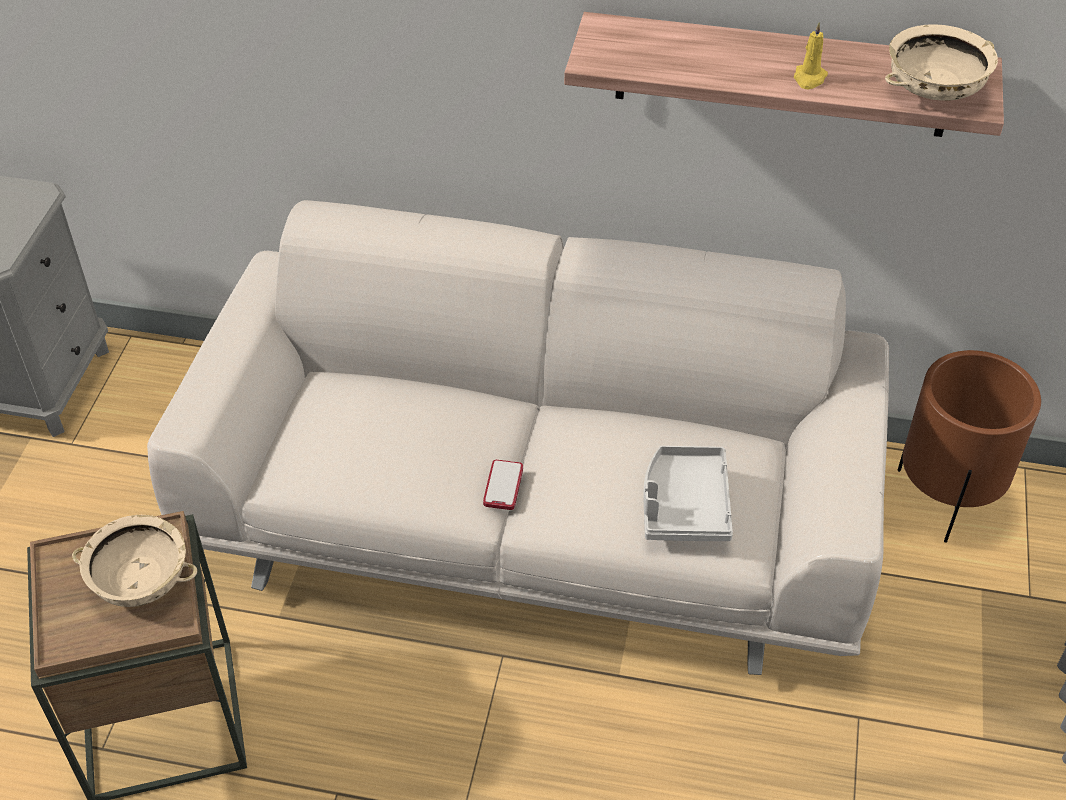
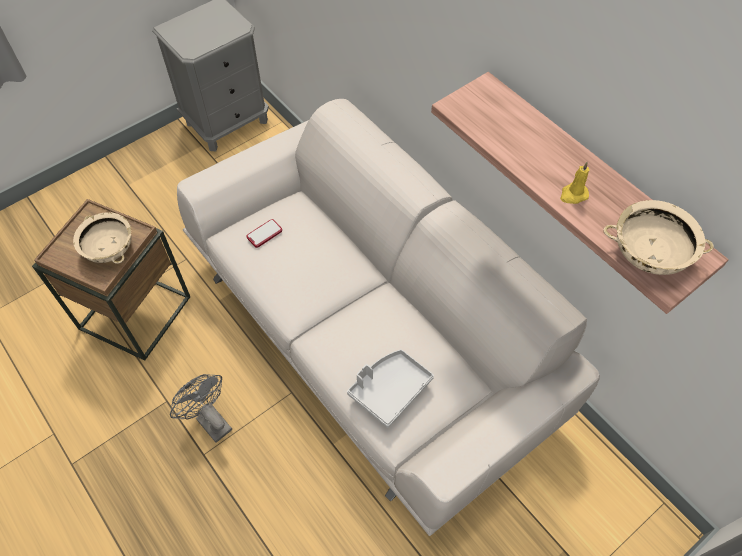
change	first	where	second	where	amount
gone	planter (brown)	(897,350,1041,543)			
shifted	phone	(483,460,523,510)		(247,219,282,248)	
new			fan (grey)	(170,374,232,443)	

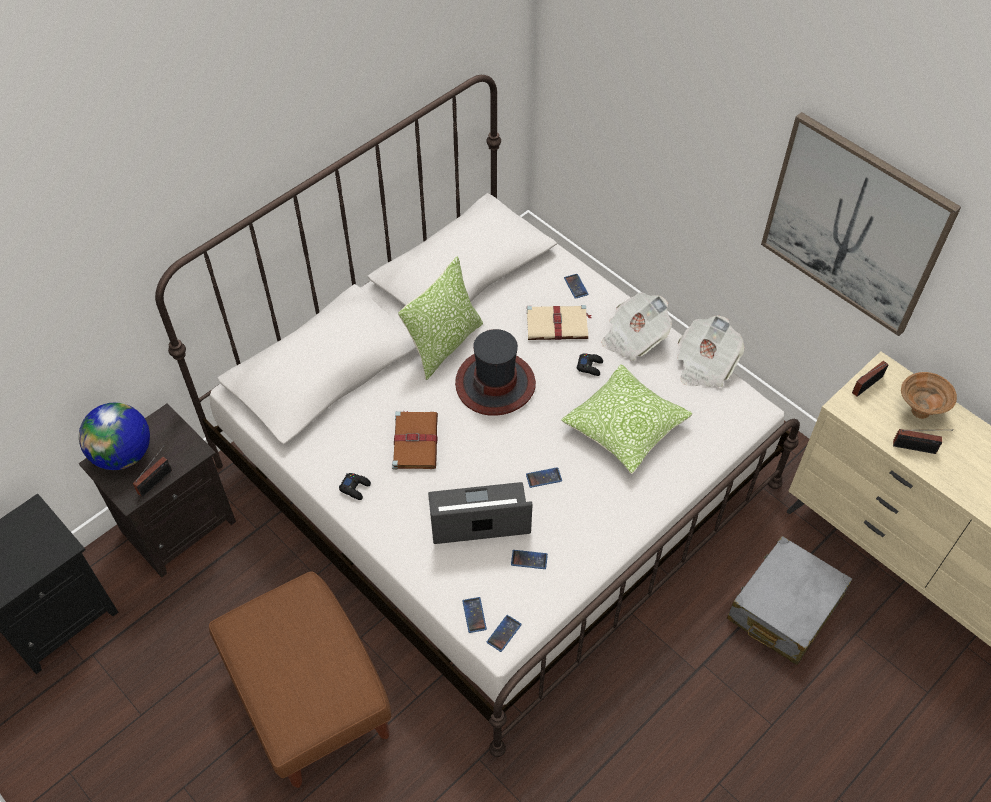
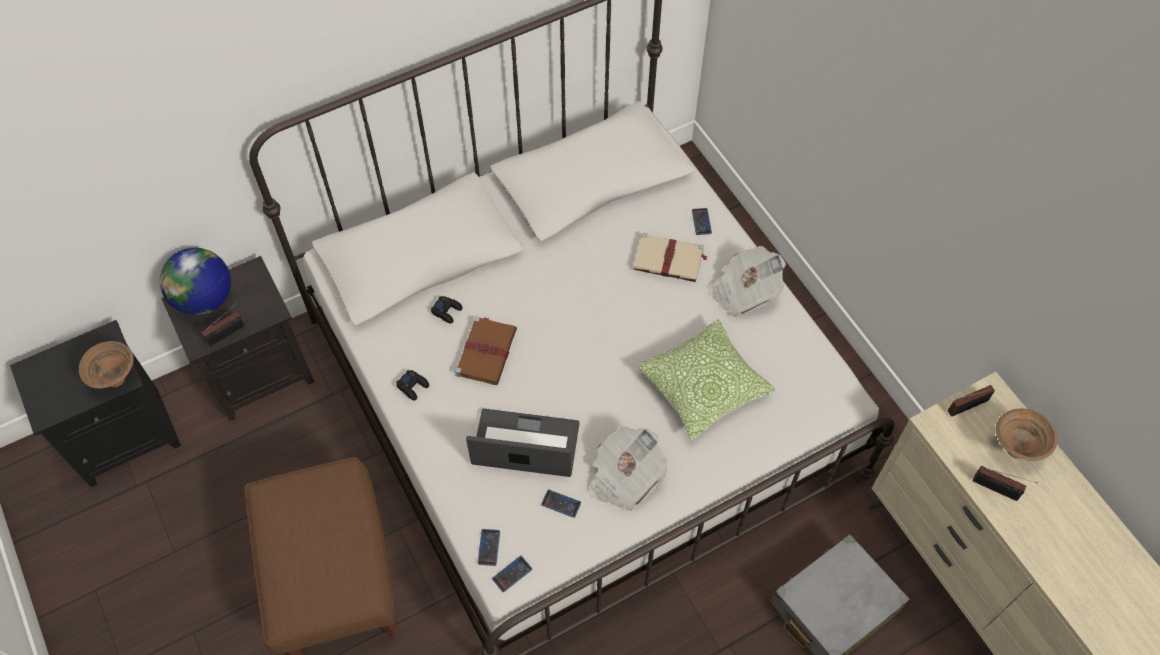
change	first	where	second	where	amount
gone	picture	(761,112,961,336)			
gone	pillow	(398,256,483,380)			
shifted	newspaper	(677,315,744,387)		(589,426,667,511)	
gone	hat	(455,329,536,416)			
shifted	game controller (black)	(576,353,603,376)		(431,296,462,323)	
gone	phone	(526,467,562,488)			
new			bowl (brown)	(79,341,134,389)	

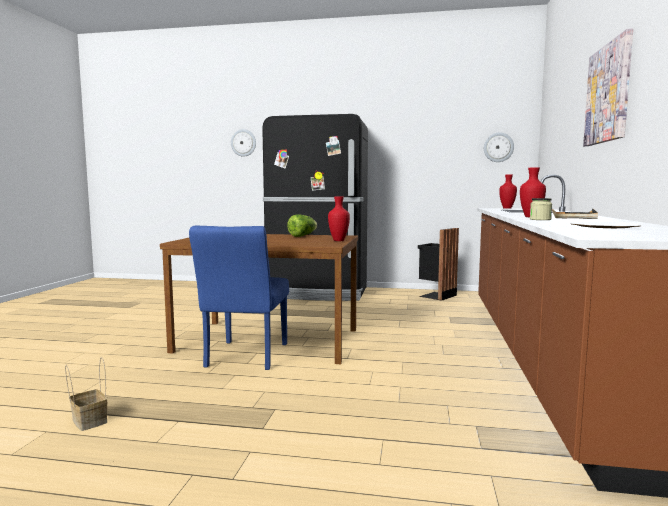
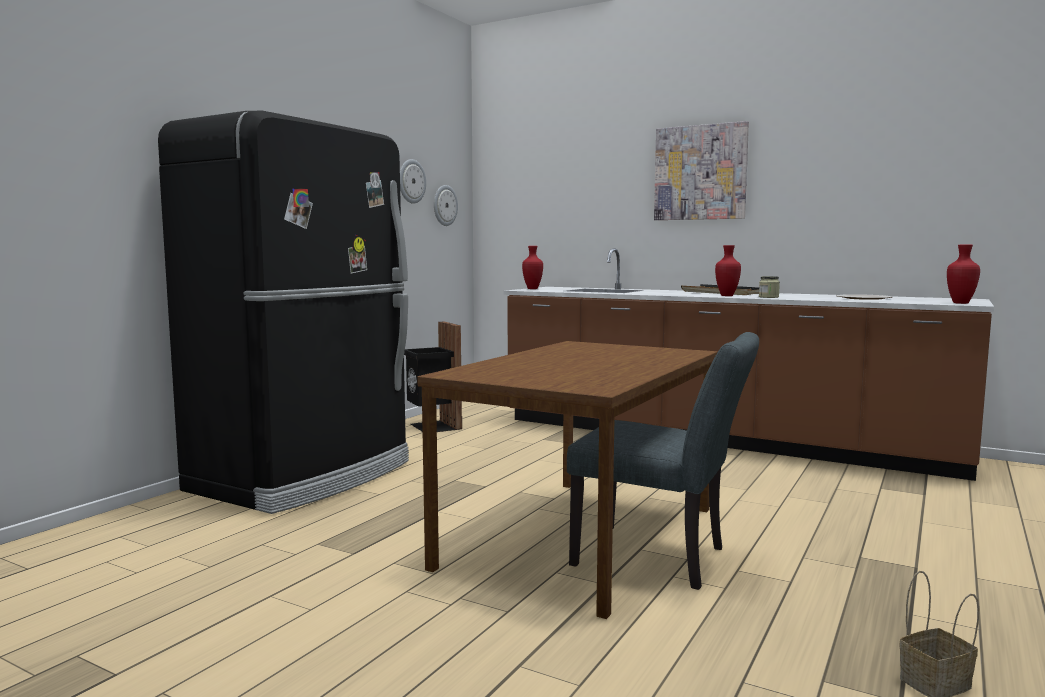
change	first	where	second	where	amount
shifted	wall clock	(231,129,256,157)		(400,159,426,204)	
shifted	vase (red)	(328,196,350,241)		(947,245,980,304)	
gone	lettuce	(287,214,317,237)			
repainted	chair (blue)	(189,226,289,370)	chair (grey)	(567,332,759,590)	

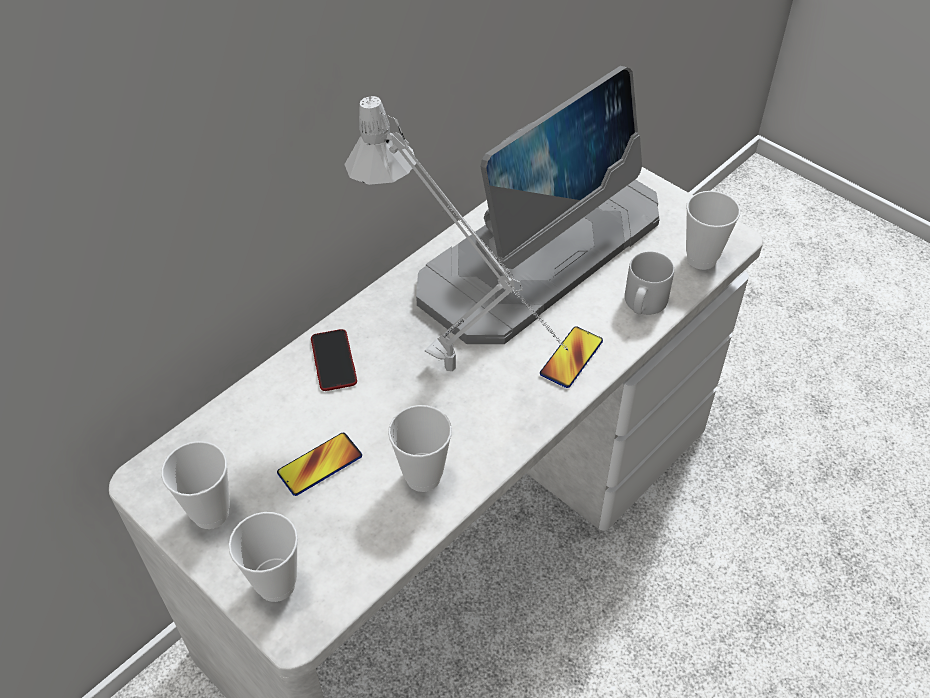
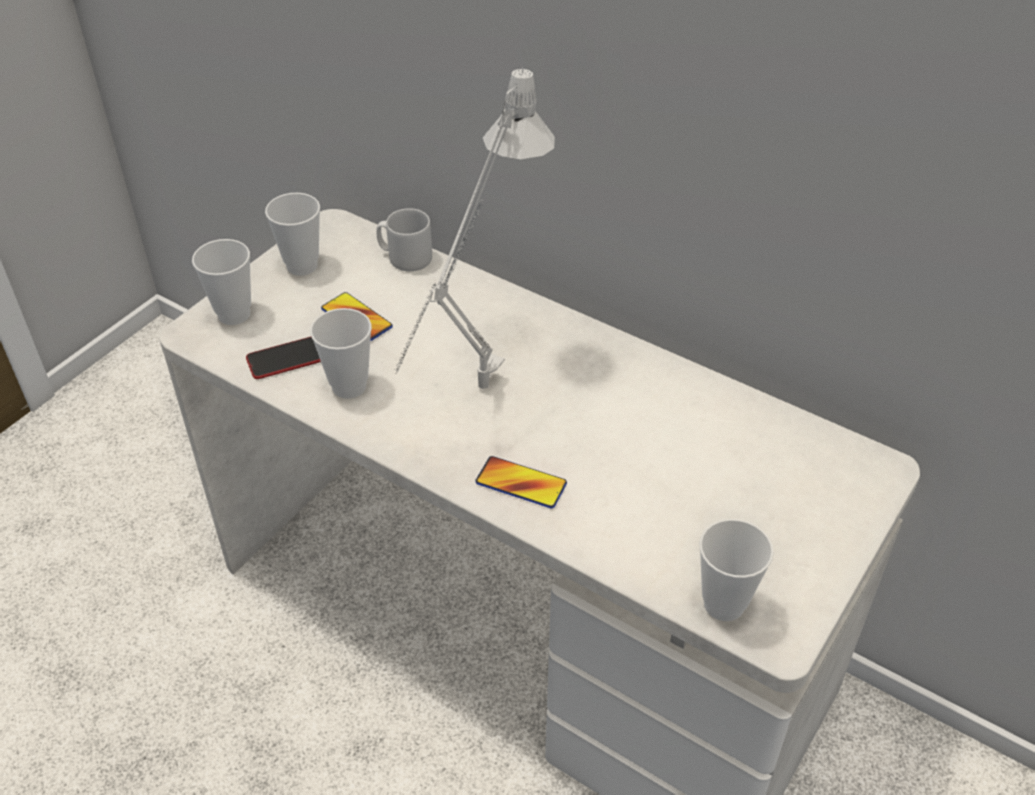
change	first	where	second	where	amount
gone	monitor	(416,66,660,344)			
shifted	mug (grey)	(625,251,674,315)		(376,208,432,271)	
shifted	phone	(311,329,357,391)		(246,337,321,379)	

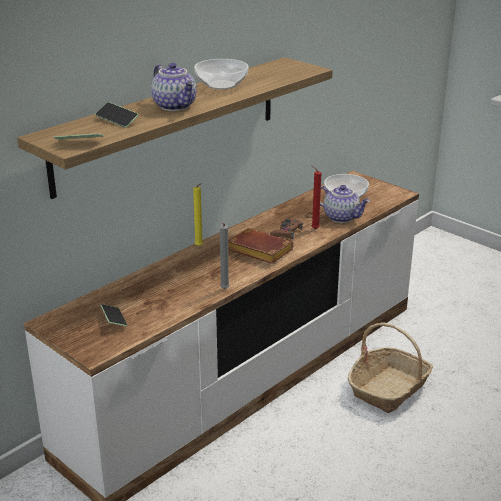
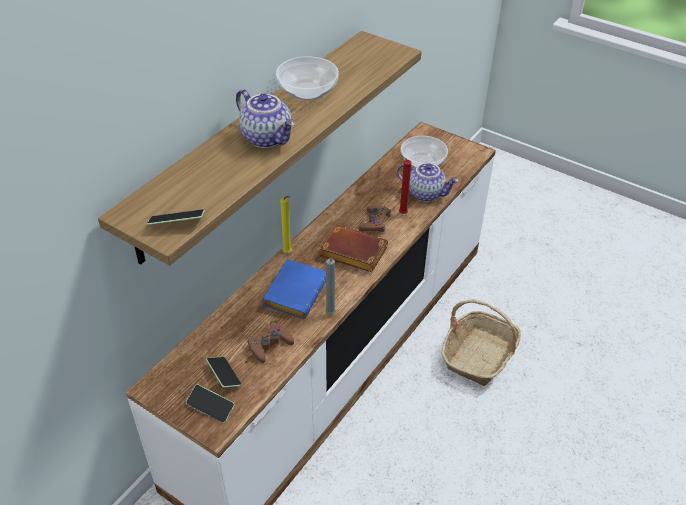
change	first	where	second	where	amount
shifted	phone	(95,102,138,128)		(186,384,235,423)	
new			book (blue)	(263,259,326,319)	
new			game controller (brown)	(247,322,294,363)	

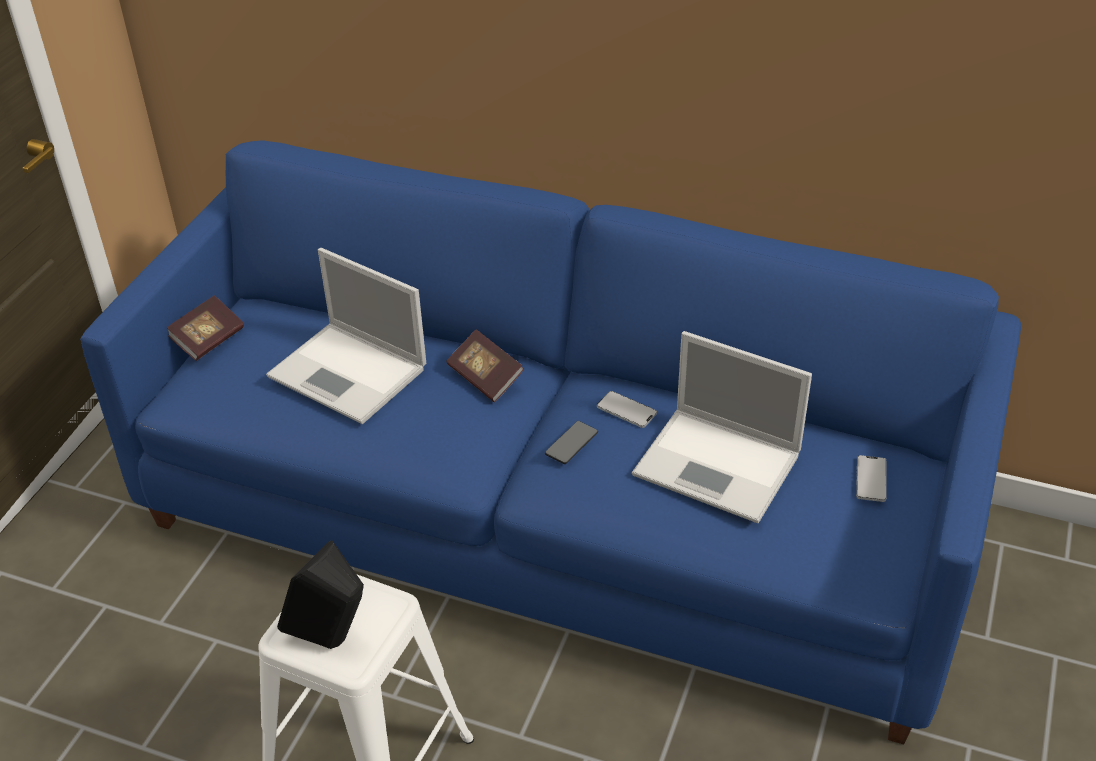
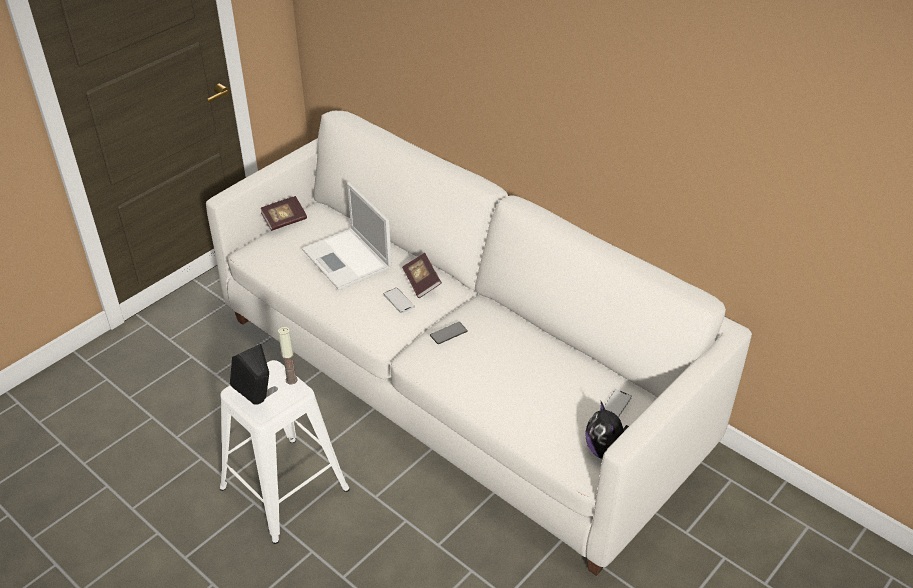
change	first	where	second	where	amount
repainted	sofa (blue)	(80,140,1021,745)	sofa (white)	(206,111,752,576)	
gone	laptop	(632,331,812,523)			
shifted	phone	(597,391,657,428)		(383,288,414,313)	
new			candle	(278,327,298,384)	
new			plush toy	(585,402,629,459)	

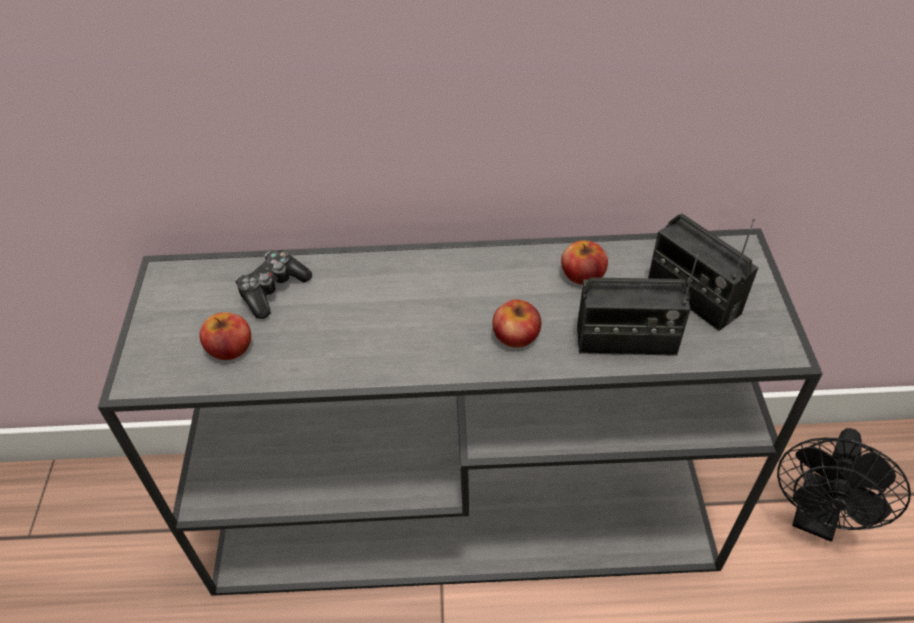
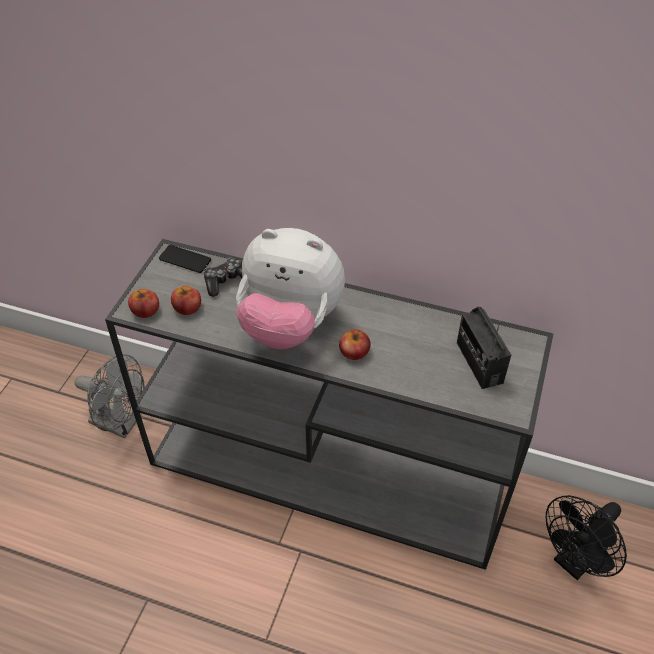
change	first	where	second	where	amount
shifted	apple	(561,240,608,285)		(128,289,159,318)	
gone	radio	(577,244,701,356)			
new			plush toy	(236,228,345,349)	
new			phone	(159,245,211,273)	
new			fan (grey)	(75,354,145,438)	

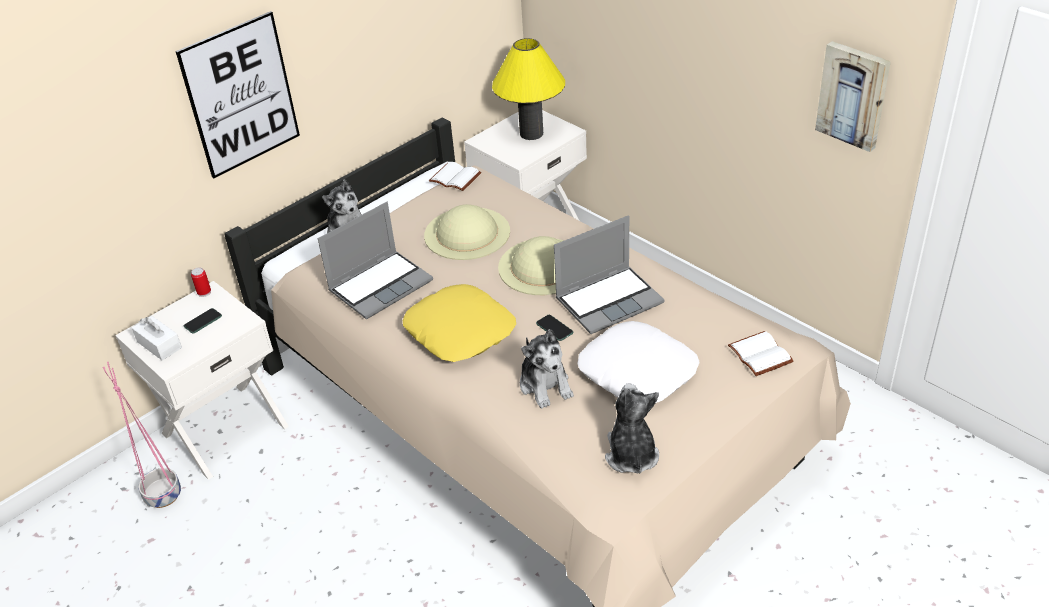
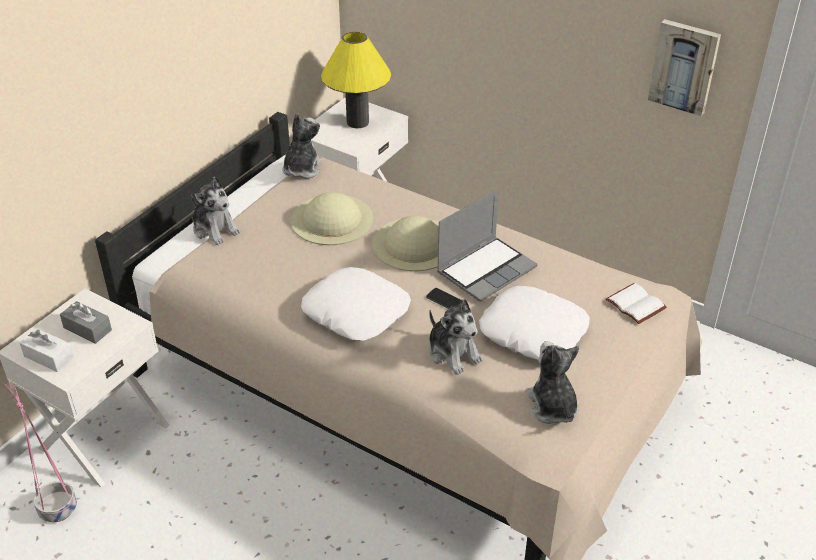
change	first	where	second	where	amount
gone	picture	(175,11,300,178)			
swapped	book (white)	(429,162,481,191)	plush toy	(282,113,322,179)	
gone	laptop	(317,202,433,319)			
gone	can	(191,267,211,297)			
repainted	pillow (yellow)	(402,284,516,362)	pillow (white)	(301,267,411,341)	
swapped	phone	(184,308,222,334)	tissue box (grey)	(60,301,112,344)	

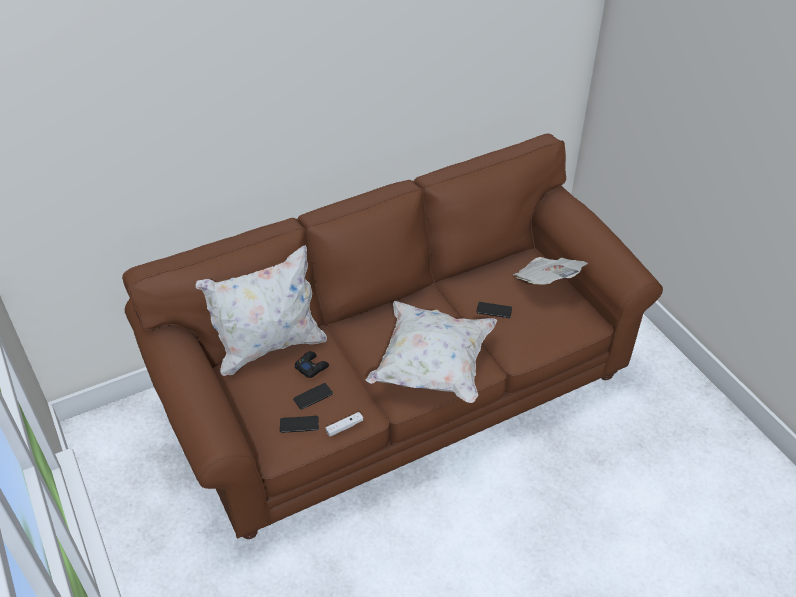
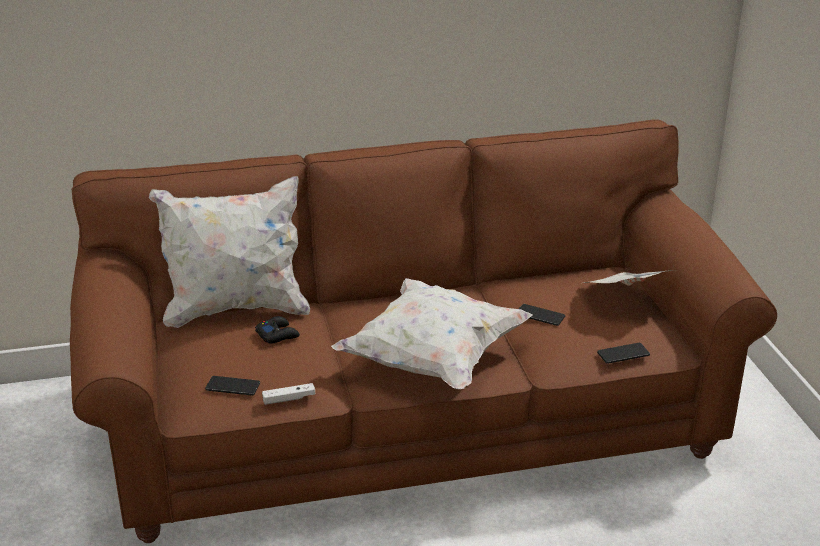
change	first	where	second	where	amount
shifted	phone	(293,383,333,410)		(597,343,650,364)	

